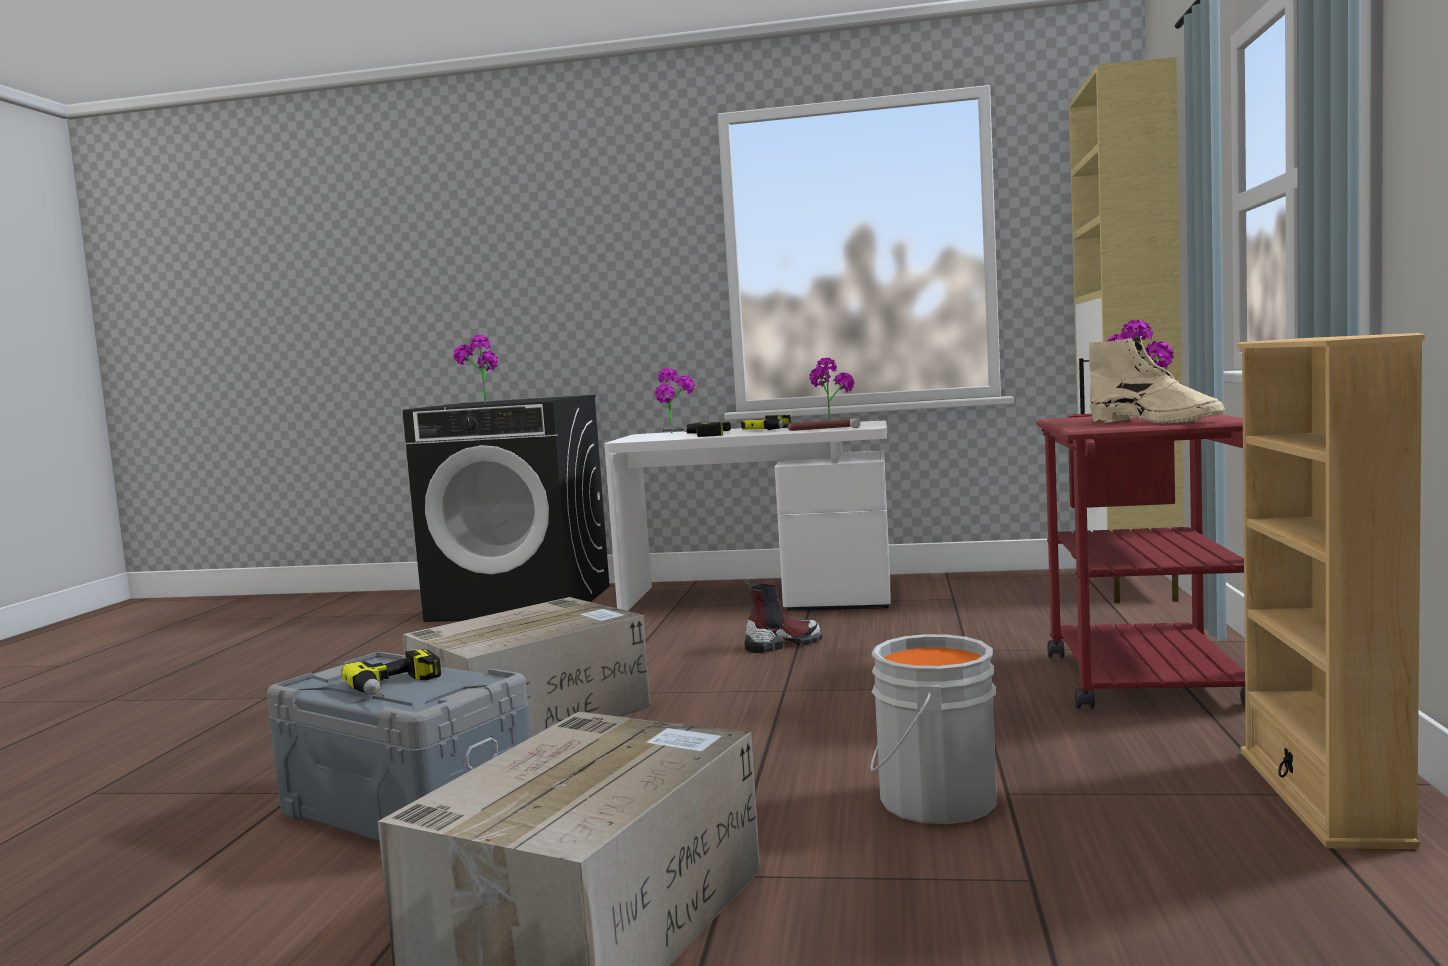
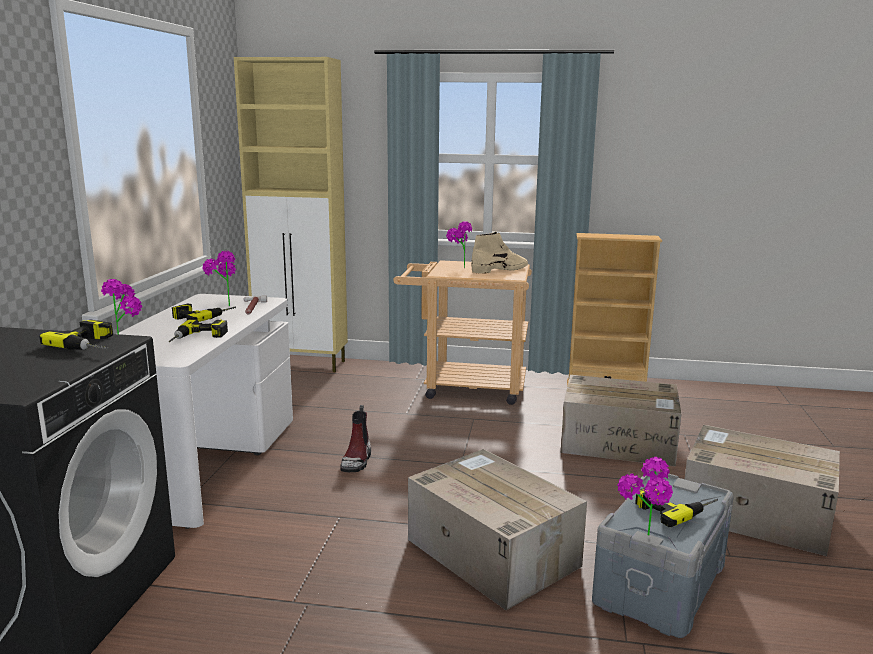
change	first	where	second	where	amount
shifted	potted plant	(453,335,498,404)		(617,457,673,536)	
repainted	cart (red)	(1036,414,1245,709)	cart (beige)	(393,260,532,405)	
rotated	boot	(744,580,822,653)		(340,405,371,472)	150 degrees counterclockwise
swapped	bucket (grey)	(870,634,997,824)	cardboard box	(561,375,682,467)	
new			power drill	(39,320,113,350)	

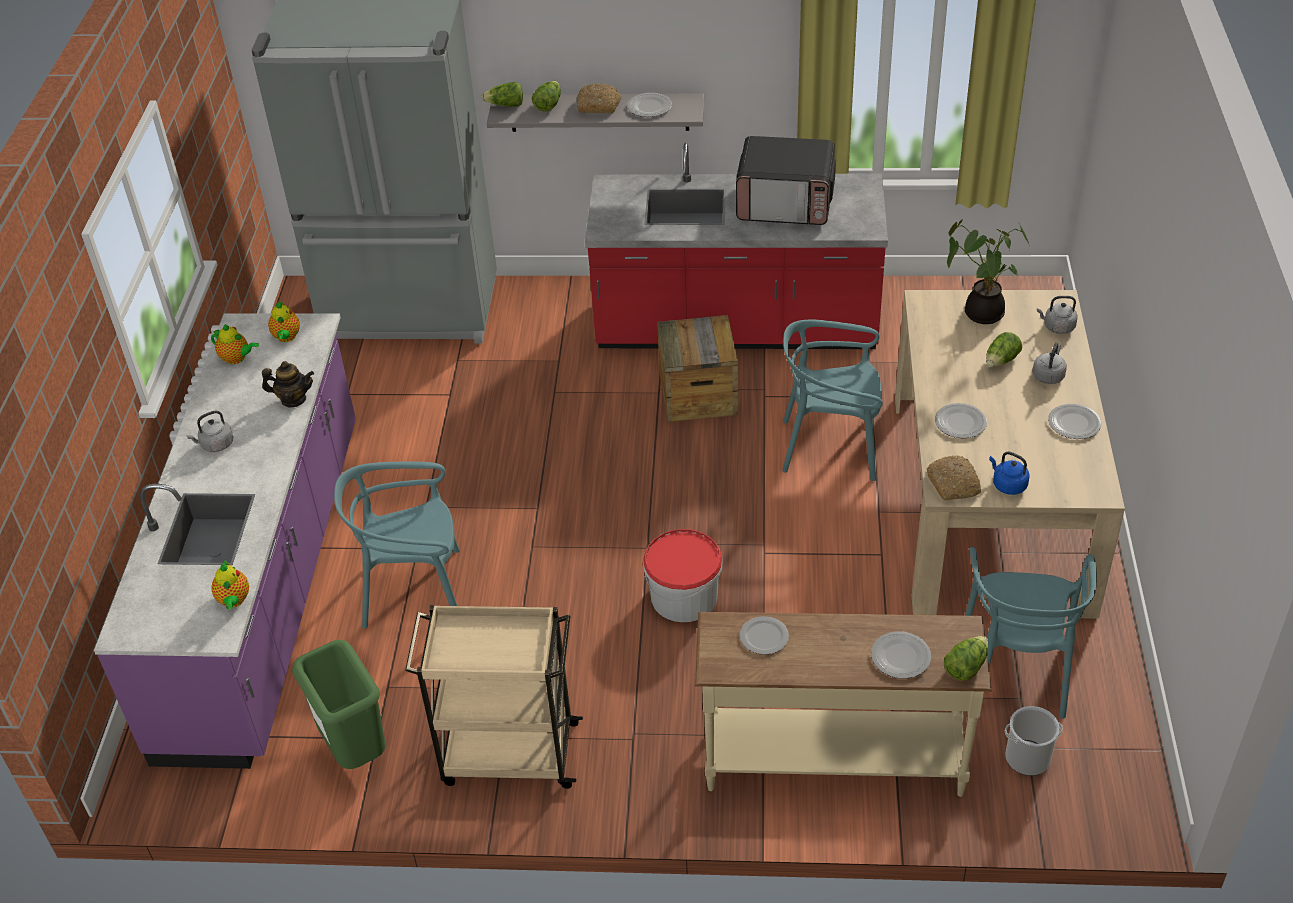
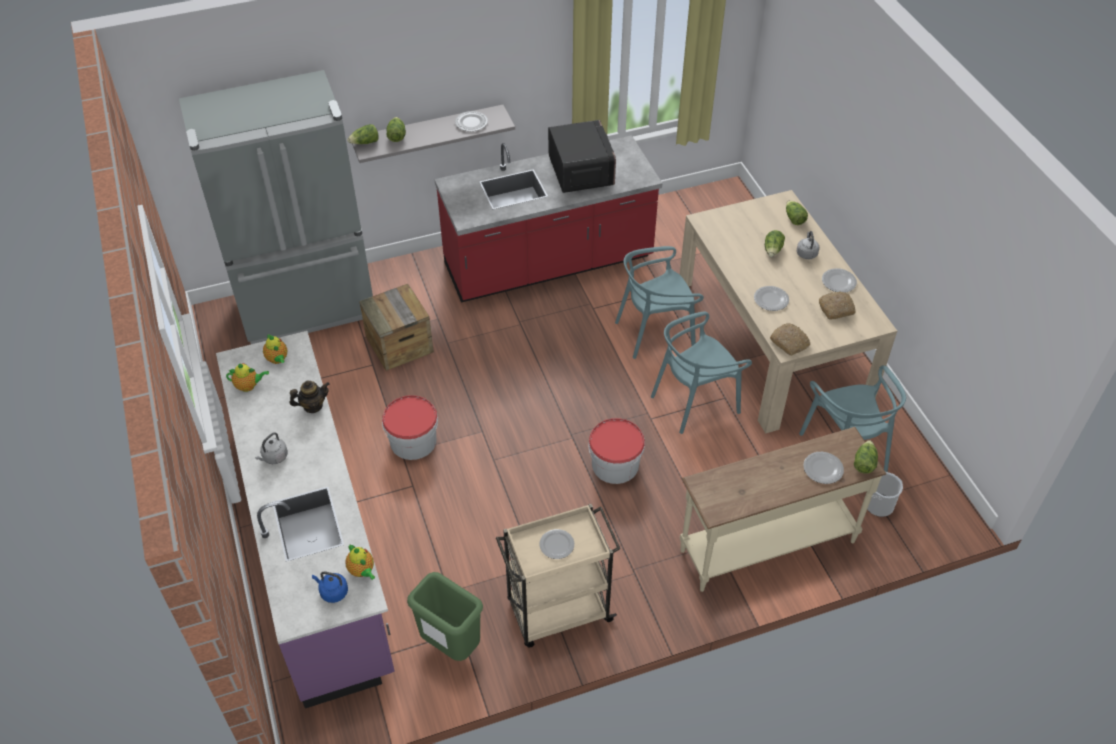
change	first	where	second	where	amount
shifted	bread	(577,83,621,114)		(819,292,856,320)	
rotated	microwave	(736,136,836,225)		(548,120,616,193)	90 degrees counterclockwise
gone	potted plant	(947,219,1029,324)			
swapped	kettle (grey)	(1037,296,1078,334)	lettuce	(786,200,808,225)	
shifted	crate	(657,315,738,422)		(359,284,434,371)	
shifted	kettle (blue)	(989,451,1029,495)		(312,571,348,603)	
shifted	chair (turquoise)	(334,462,460,629)		(651,312,752,434)	
shifted	plate	(740,616,789,655)		(539,529,574,559)	
new			bucket	(382,395,438,460)	

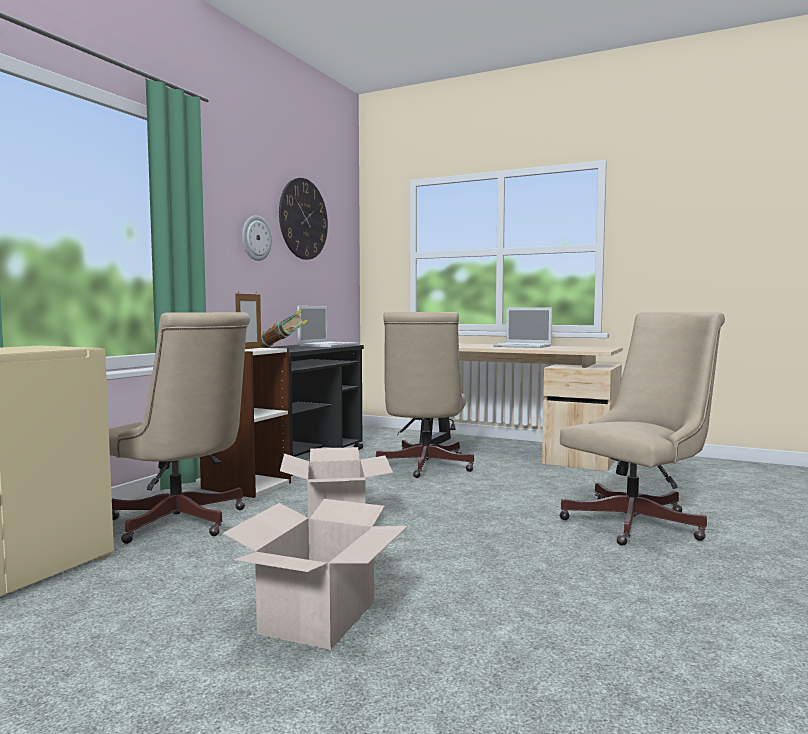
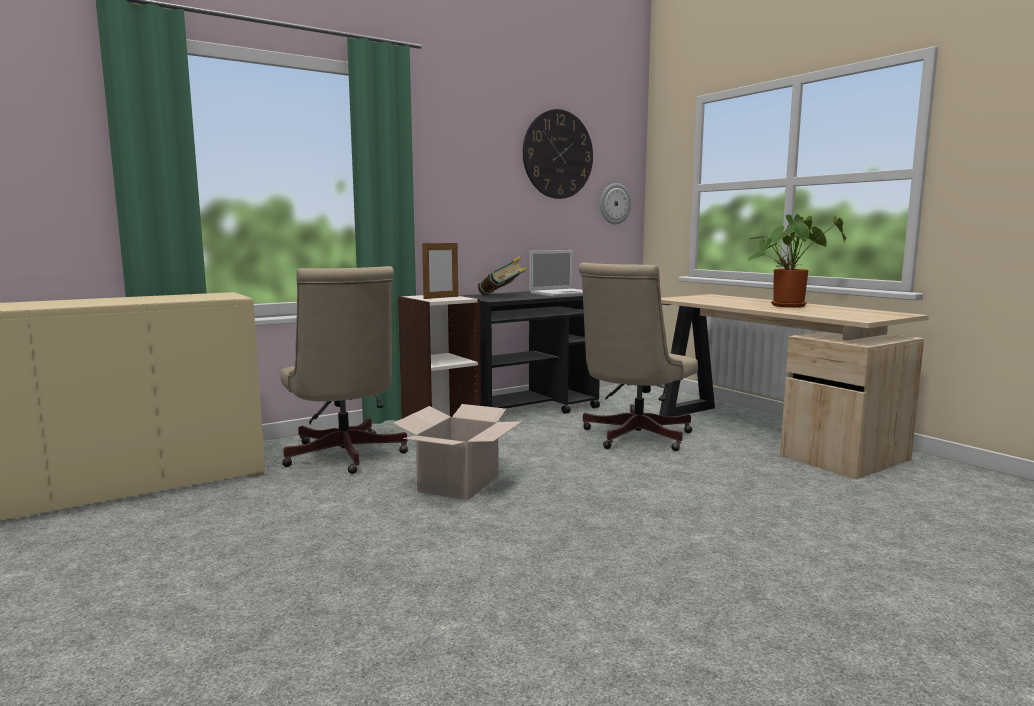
change	first	where	second	where	amount
shifted	wall clock	(242,215,272,261)		(600,183,631,225)	
swapped	laptop	(493,307,552,348)	potted plant	(747,214,846,308)	
gone	office chair (beige)	(559,312,725,546)			
gone	cardboard box	(223,499,408,650)			

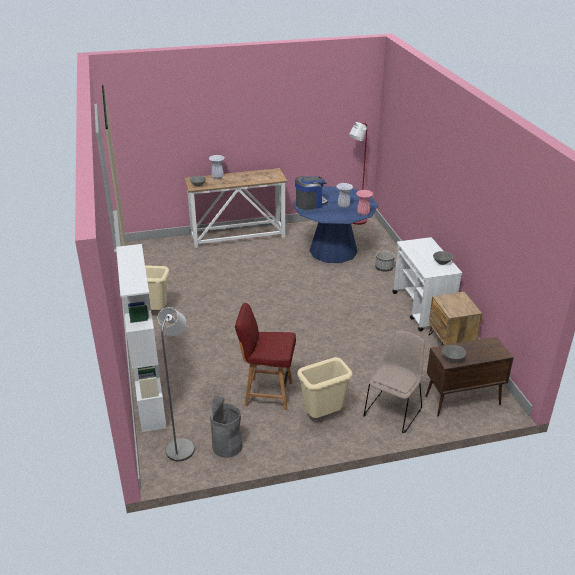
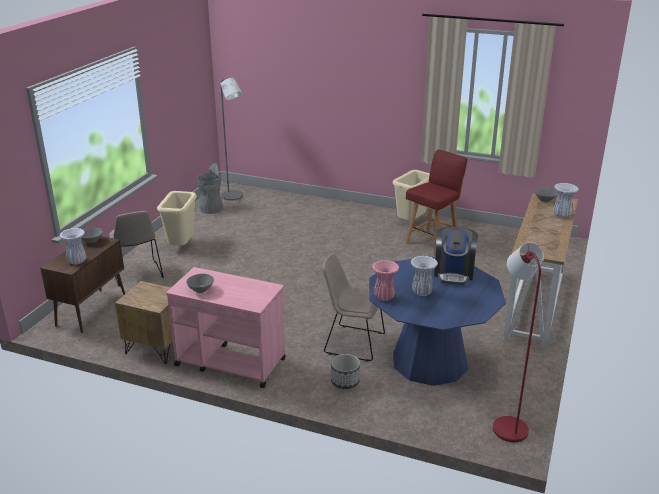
change	first	where	second	where	amount
repainted	cart (white)	(392,237,462,332)	cart (pink)	(166,267,286,388)	
gone	bookcase (white)	(116,244,167,432)			
shifted	chair (red)	(235,303,296,410)		(405,150,468,255)	
new			vase (white)	(59,228,86,264)	
new			chair (beige)	(323,253,385,362)	

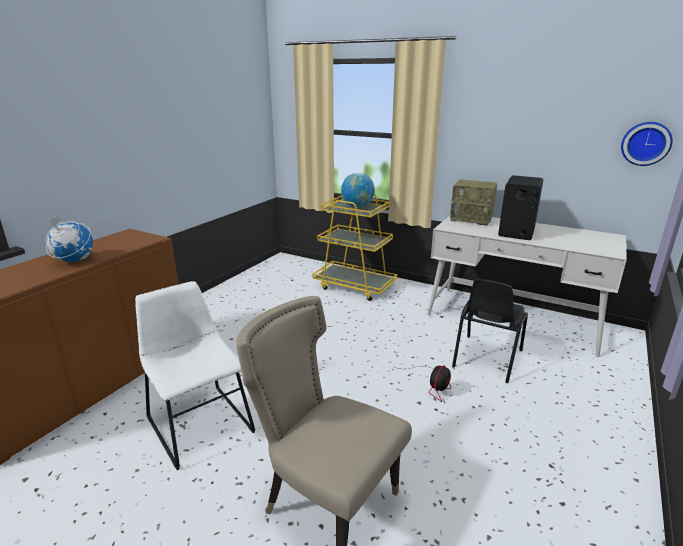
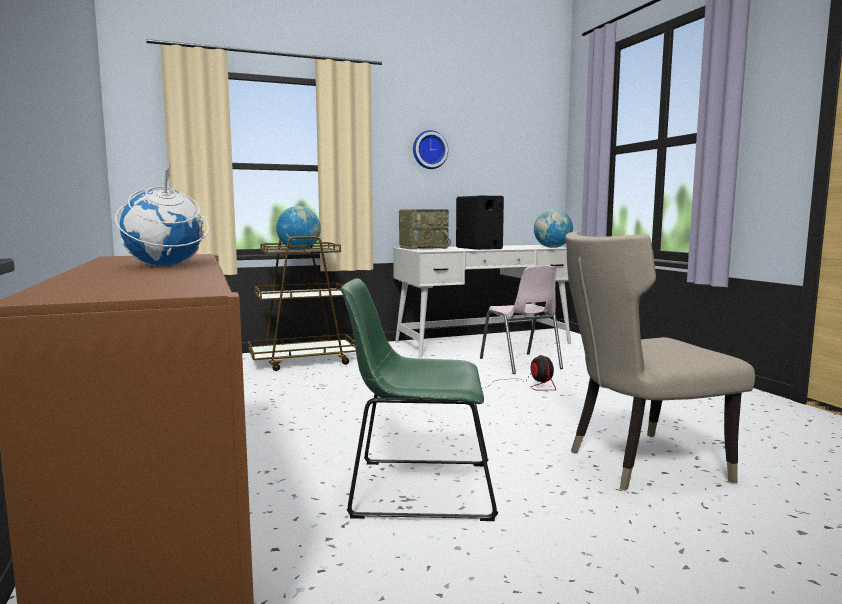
change	first	where	second	where	amount
shifted	wall clock	(621,122,673,166)		(413,130,448,169)	
repainted	cart (yellow)	(312,194,397,301)	cart (brown)	(248,236,356,371)	
repainted	chair (black)	(452,279,528,383)	chair (pink)	(480,265,563,374)	
repainted	chair (white)	(135,281,255,470)	chair (green)	(341,278,498,521)	
new			globe	(534,209,573,248)	

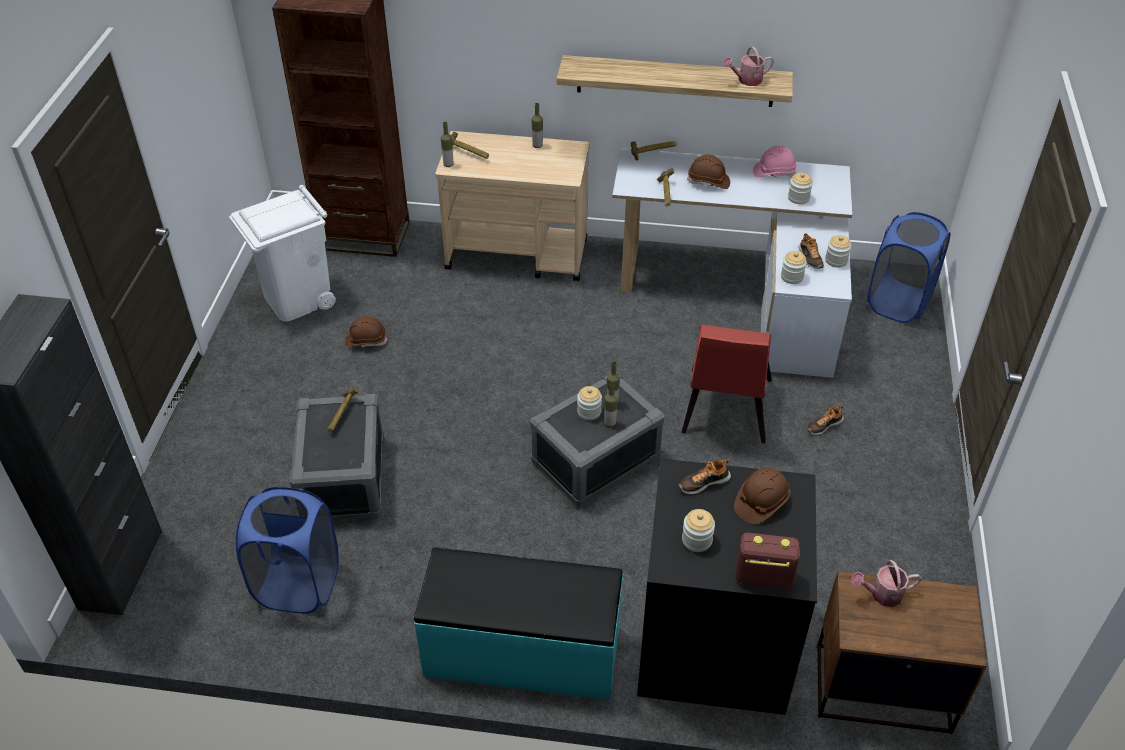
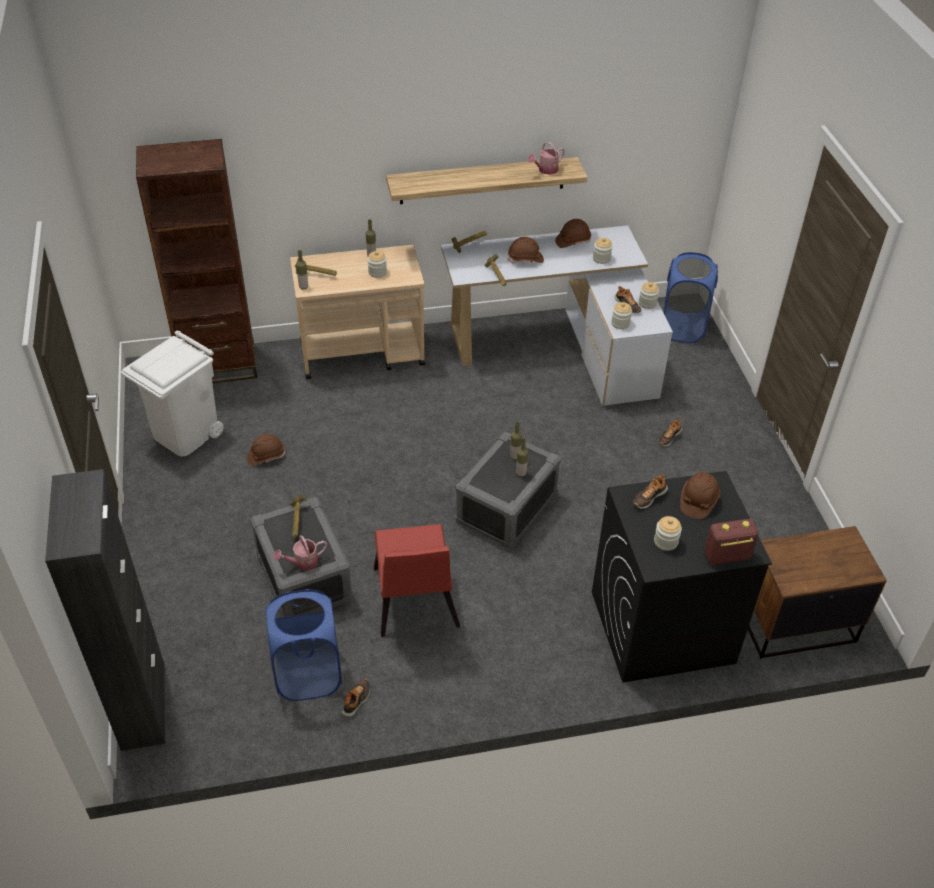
change	first	where	second	where	amount
repainted	hard hat (pink)	(753,146,797,177)	hard hat (brown)	(555,219,591,248)	
shifted	chair (red)	(682,325,772,444)		(374,524,460,637)	
shifted	jar	(577,386,602,420)		(368,251,387,278)	
gone	bench (turquoise)	(414,548,623,700)			
shifted	watering can	(851,560,922,607)		(274,535,327,571)	
new			shoe	(342,678,370,717)	

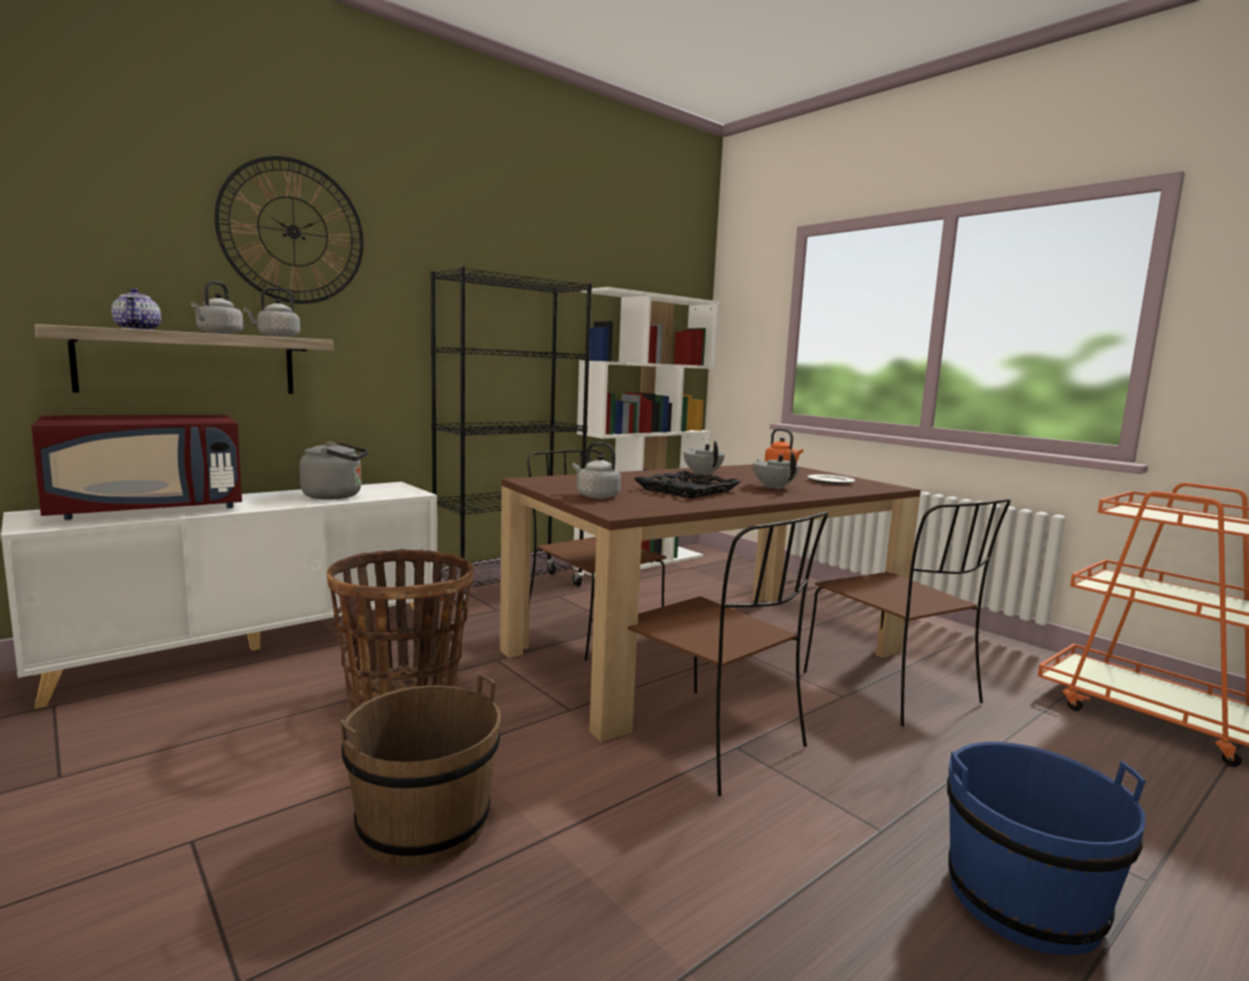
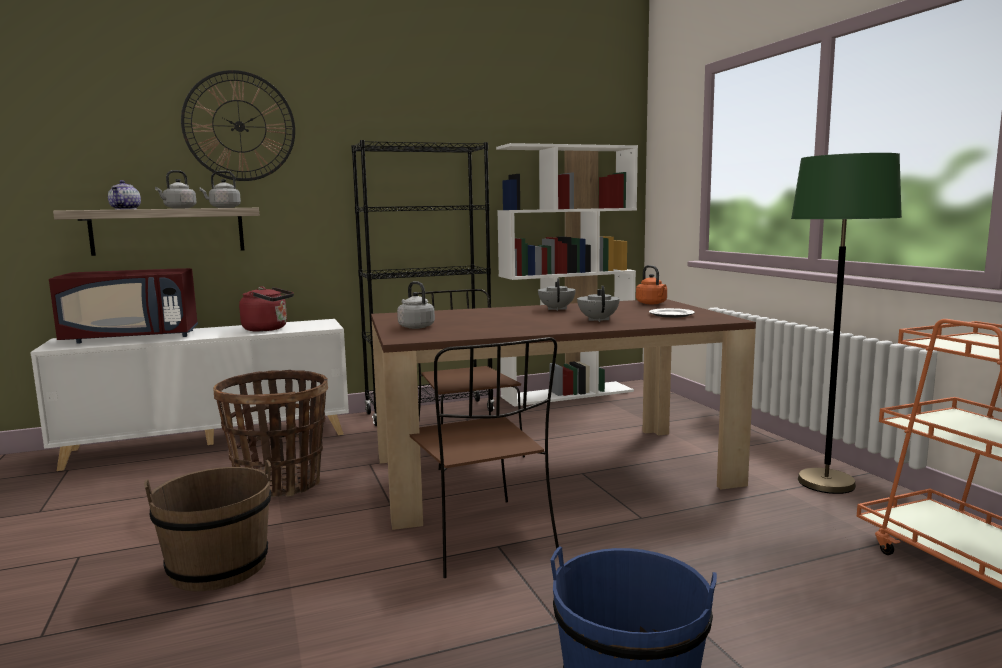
change	first	where	second	where	amount
repainted	kettle (grey)	(300,441,369,499)	kettle (red)	(239,286,294,332)	
gone	tray (black)	(634,471,741,499)			
gone	chair (brown)	(804,499,1011,726)			
new			floor lamp (green)	(791,153,902,494)	

